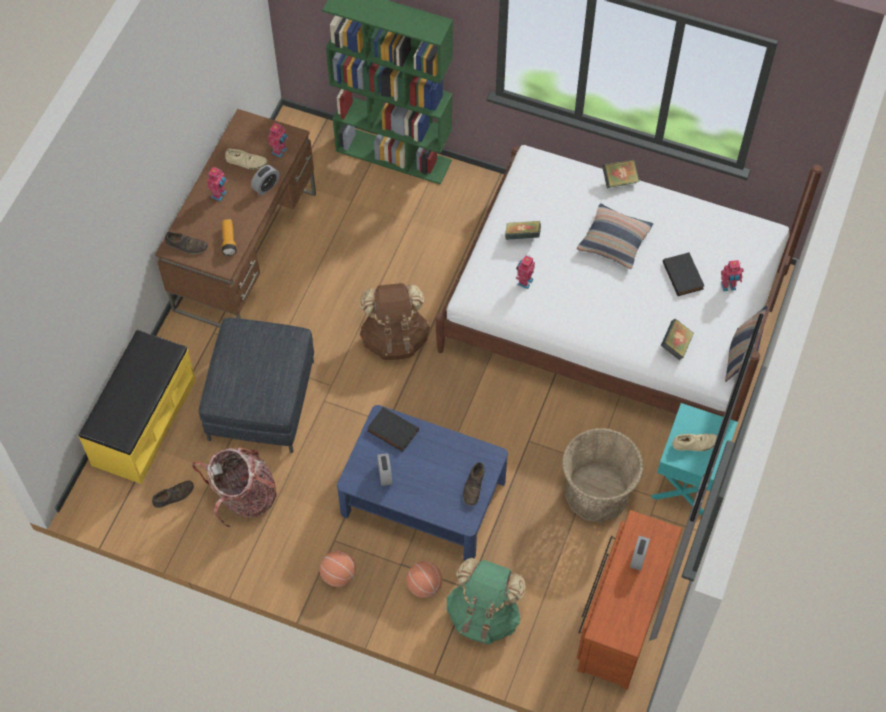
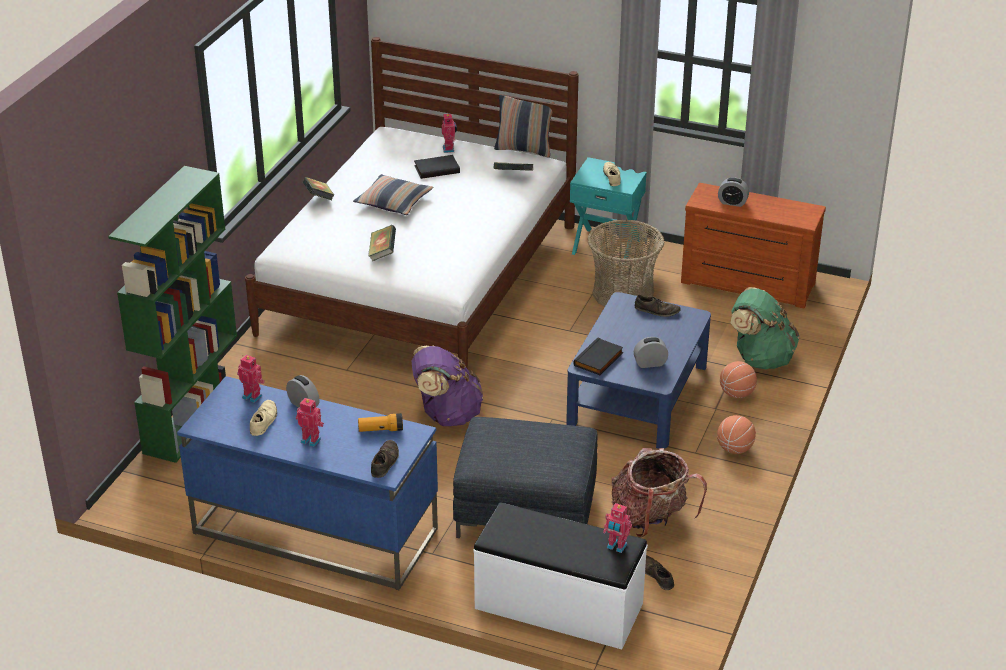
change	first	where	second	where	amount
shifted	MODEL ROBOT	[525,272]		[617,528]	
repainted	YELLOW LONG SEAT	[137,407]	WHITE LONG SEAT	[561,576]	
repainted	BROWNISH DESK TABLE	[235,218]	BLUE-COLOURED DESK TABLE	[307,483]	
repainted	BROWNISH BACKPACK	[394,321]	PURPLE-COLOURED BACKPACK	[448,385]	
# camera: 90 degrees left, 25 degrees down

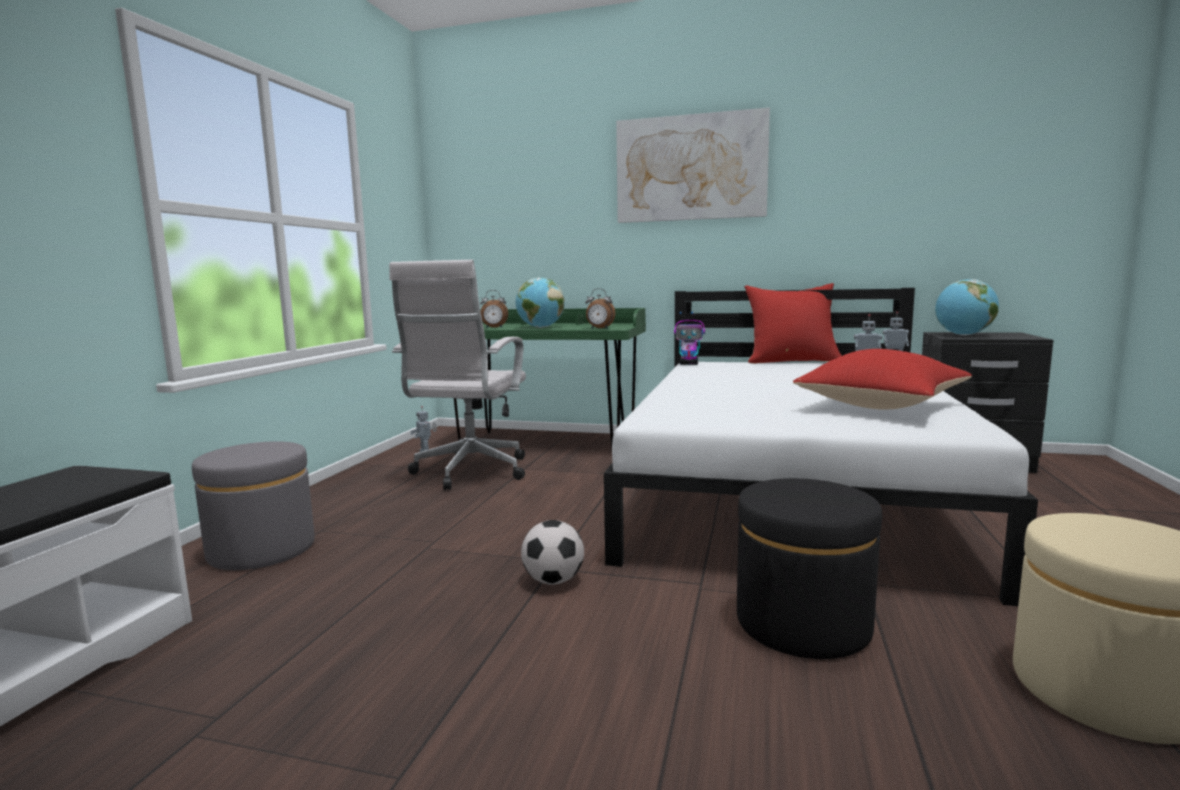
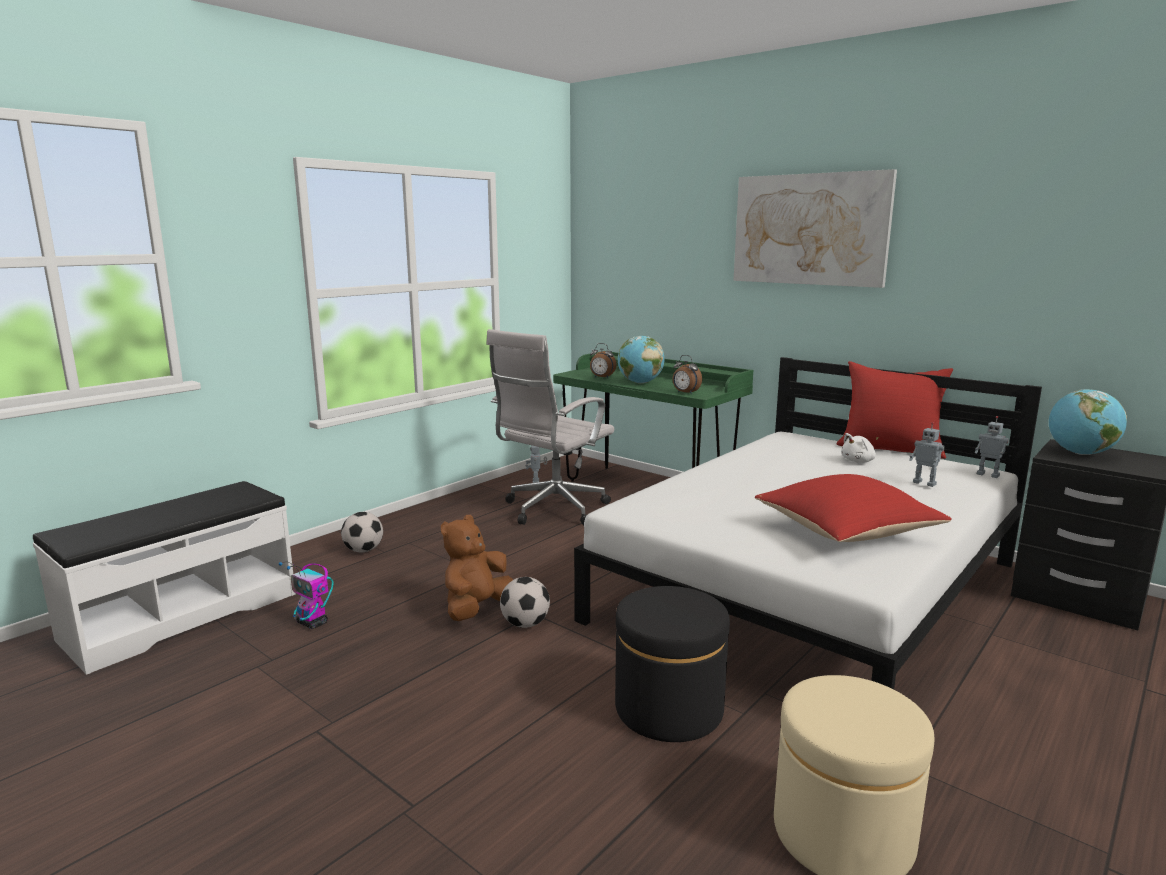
change	first	where	second	where	amount
new			BROWNISH PLUSH TOY	[477,568]	
new			WHITE PLUSH TOY	[858,448]	
shifted	MODEL ROBOT	[689,338]		[306,595]	
swapped	GRAY OTTOMAN	[253,505]	FOOTBALL	[362,532]	
# camera: 25 degrees right, 5 degrees up

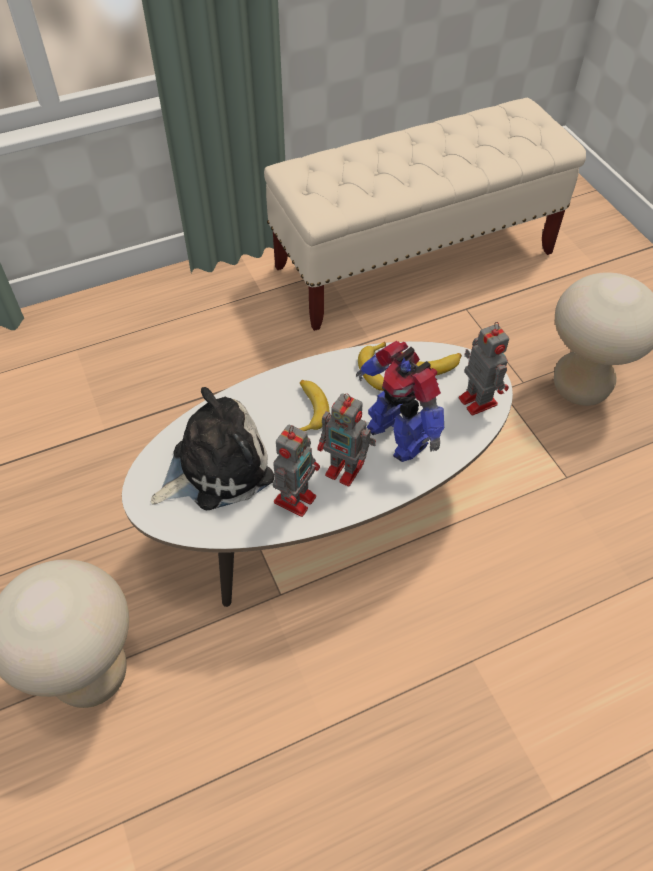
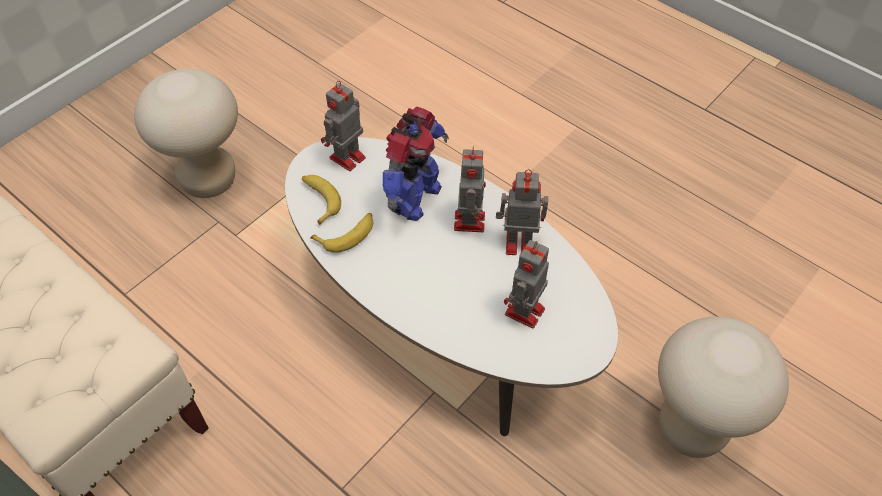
change	first	where	second	where	amount
gone	BANANA	[314,405]			
swapped	PLUSH TOY	[212,448]	MODEL ROBOT	[526,284]	
# camera: 115 degrees left, 0 degrees up

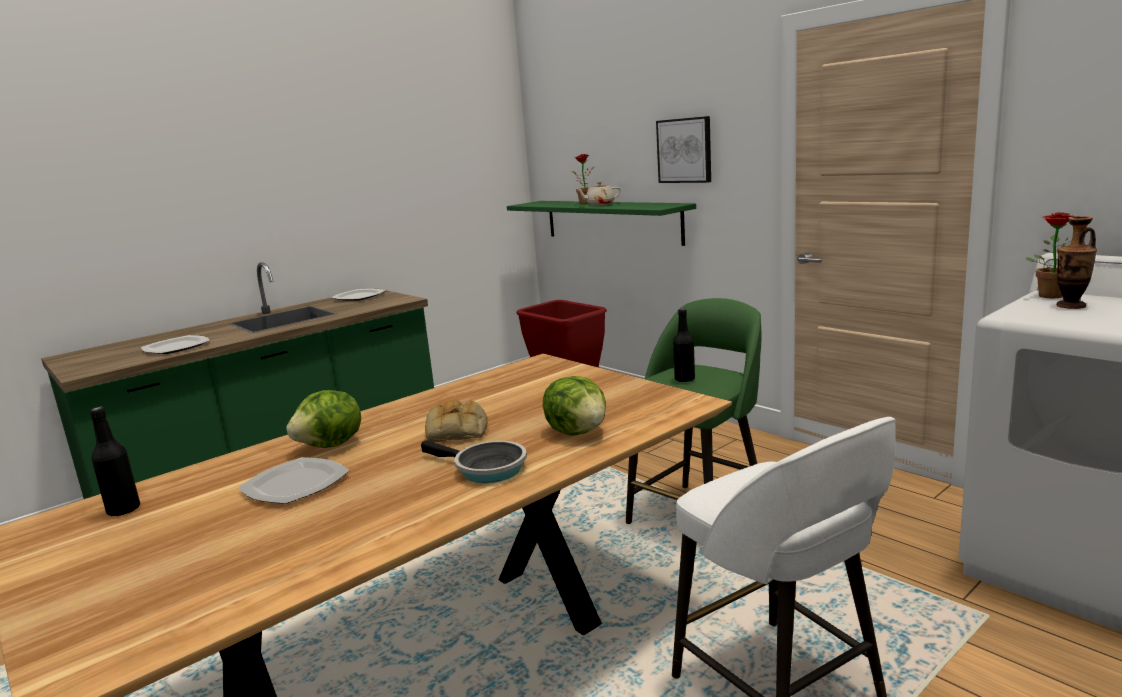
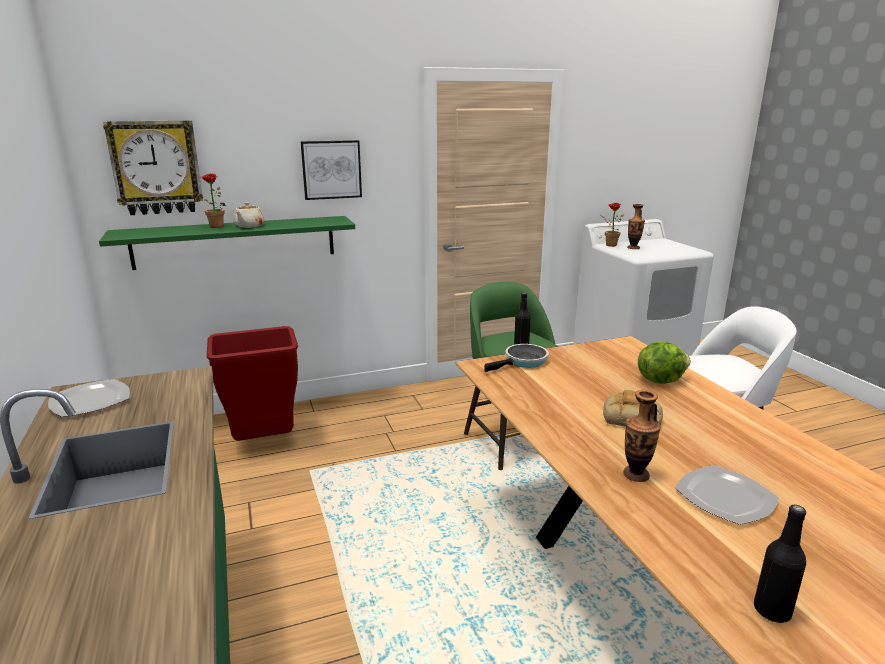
change	first	where	second	where	amount
gone	PLATE	[175,344]			
new			HANGING CLOCK	[153,167]	
shifted	SKILLET	[474,461]		[516,358]	
swapped	LETTUCE	[323,419]	DECORATIVE VASE	[642,436]	
# camera: 70 degrees left, 5 degrees up

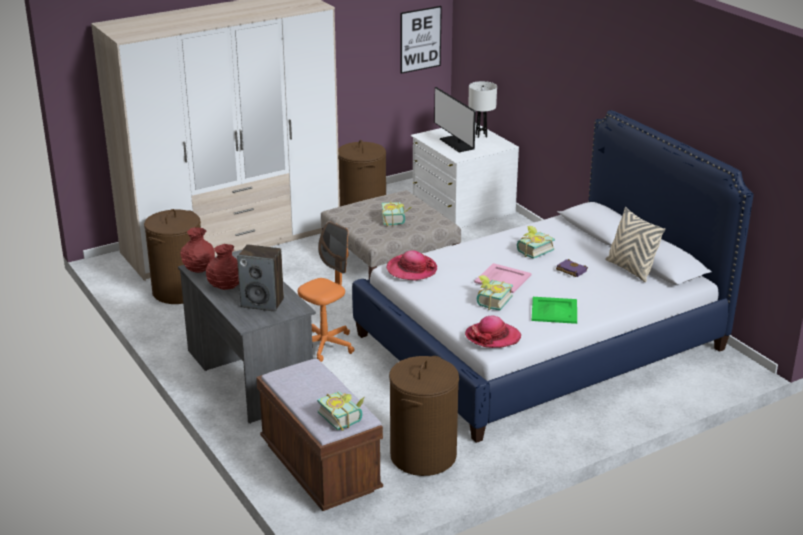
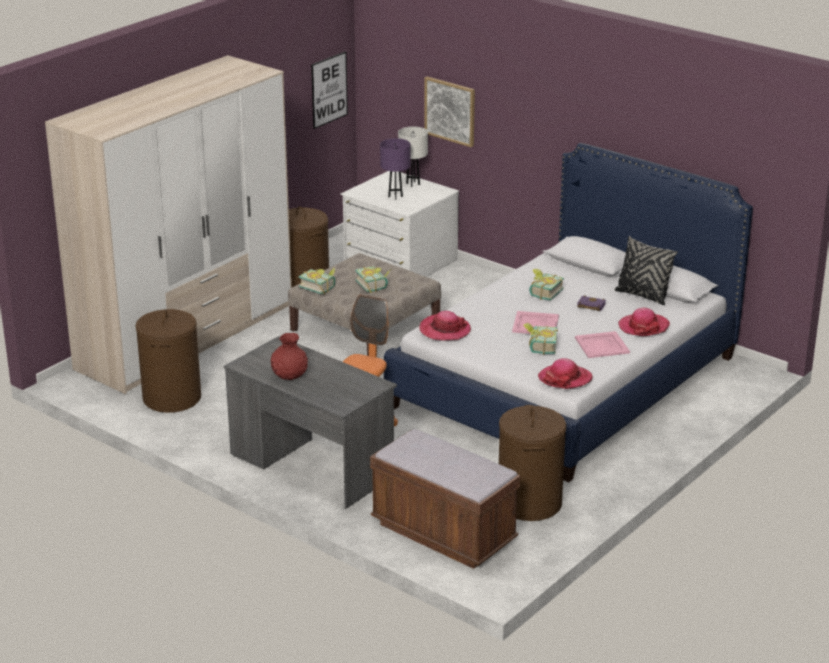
change	first	where	second	where	amount
gone	RED DECORATIVE VASE	[198,250]			
gone	LOUDSPEAKER	[260,278]			
new			PICTURE	[449,111]	
new			WEARABLE HAT	[644,322]	
shifted	BOUND BOOK	[341,411]		[317,281]	
swapped	COMPUTER DISPLAY	[455,119]	PURPLE-COLOURED TABLE LAMP	[395,169]	
repainted	GREENISH TRAY	[554,310]	PINK-COLOURED TRAY	[602,344]	
repainted	BEIGE-COLOURED PILLOW	[635,244]	BLACK PILLOW	[646,270]	
# camera: 20 degrees left, 0 degrees up

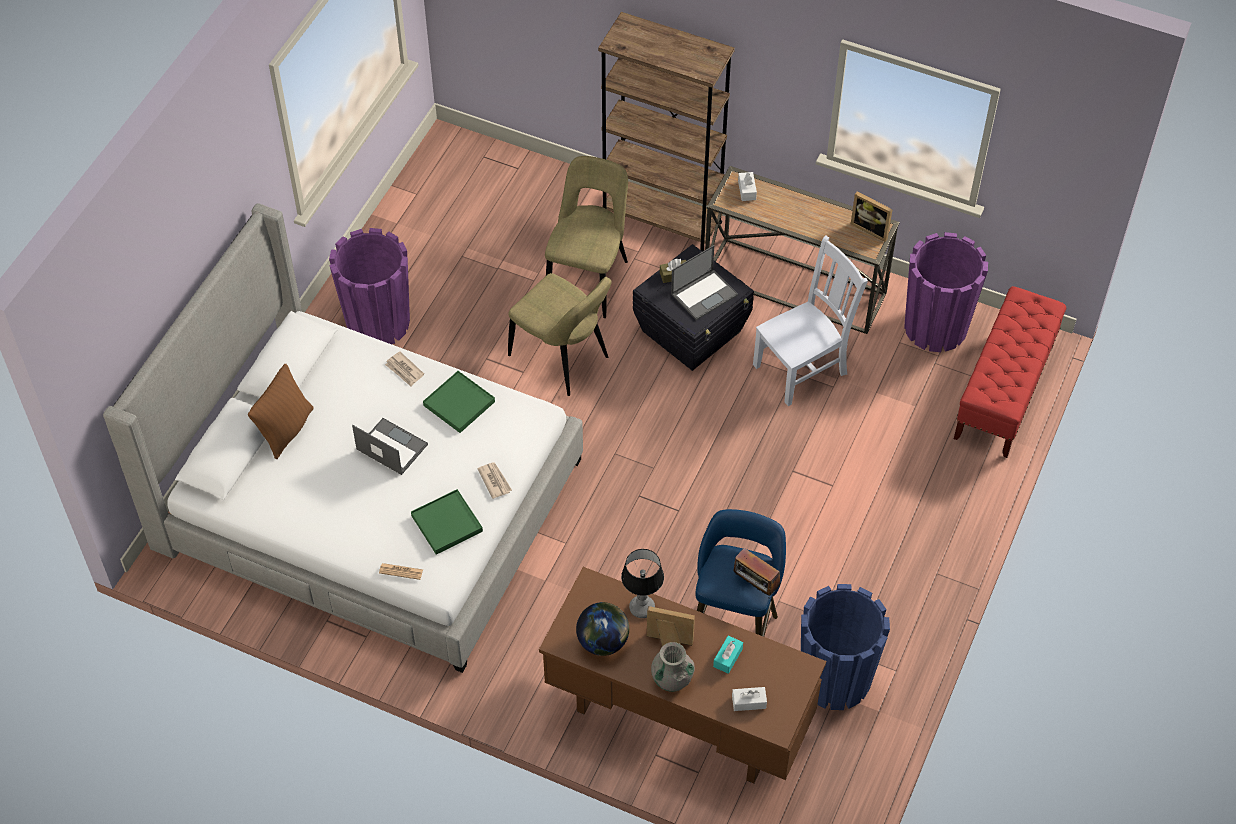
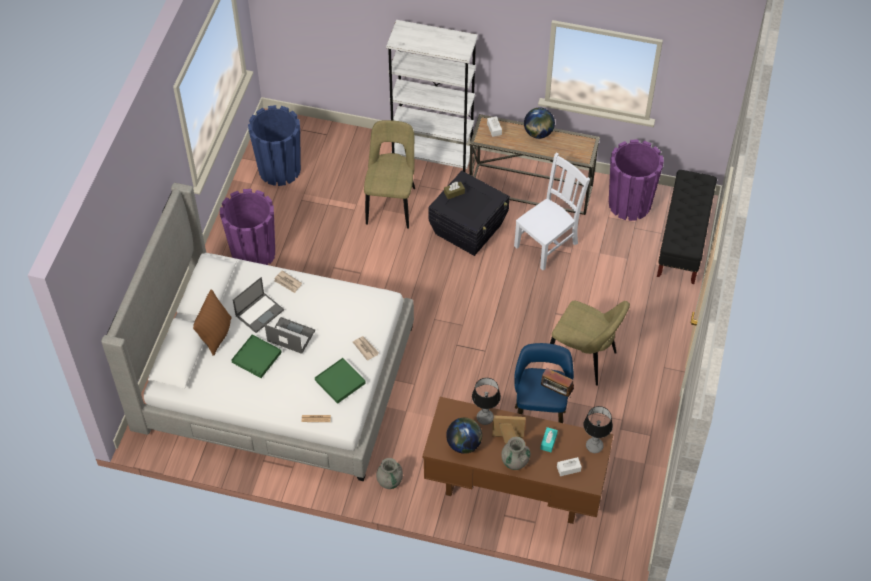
change	first	where	second	where	amount
gone	STANDING FRAME	[872,217]			
new			GRAY DECORATIVE VASE	[389,473]	
new			WORLD GLOBE	[539,123]	
new			TABLE LAMP	[598,429]	
shifted	GREENISH TRAY	[459,402]		[256,356]	
shifted	BEIGE-COLOURED UPRIGHT CHAIR	[559,334]		[590,343]	
shifted	PORTABLE COMPUTER	[704,282]		[258,305]	
shifted	BLUE-COLOURED PLANT POT	[845,647]		[274,145]	
repainted	BROWNISH SHELVING UNIT	[666,132]	WHITE SHELVING UNIT	[432,96]	
repainted	RED LONG SEAT	[1010,372]	BLACK LONG SEAT	[687,227]	
# camera: 10 degrees left, 0 degrees up

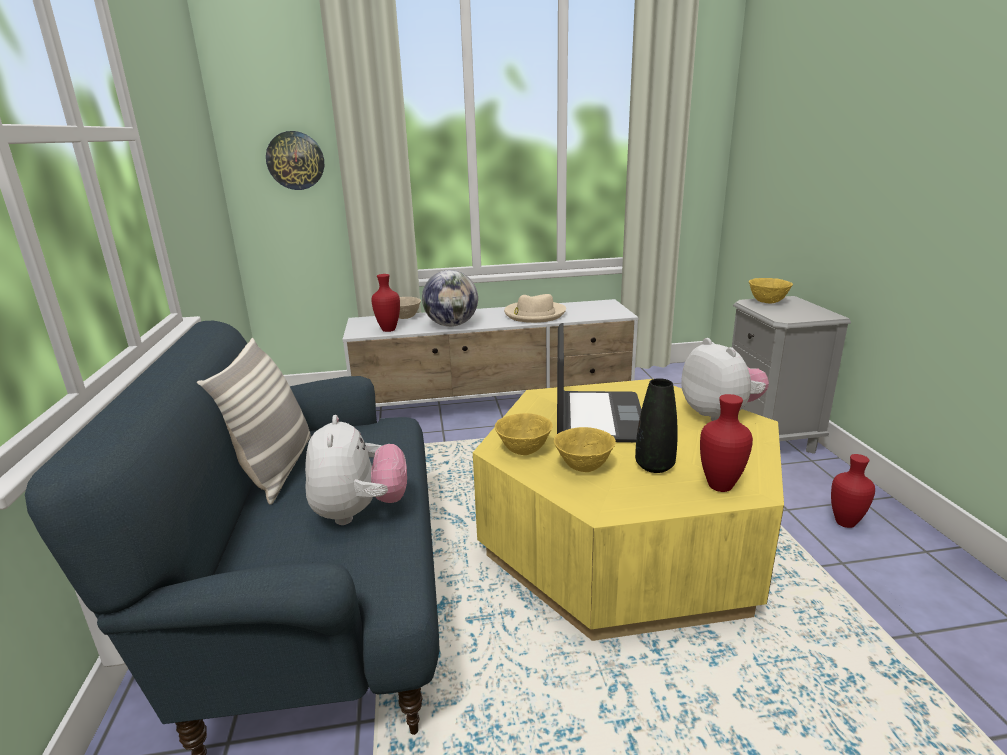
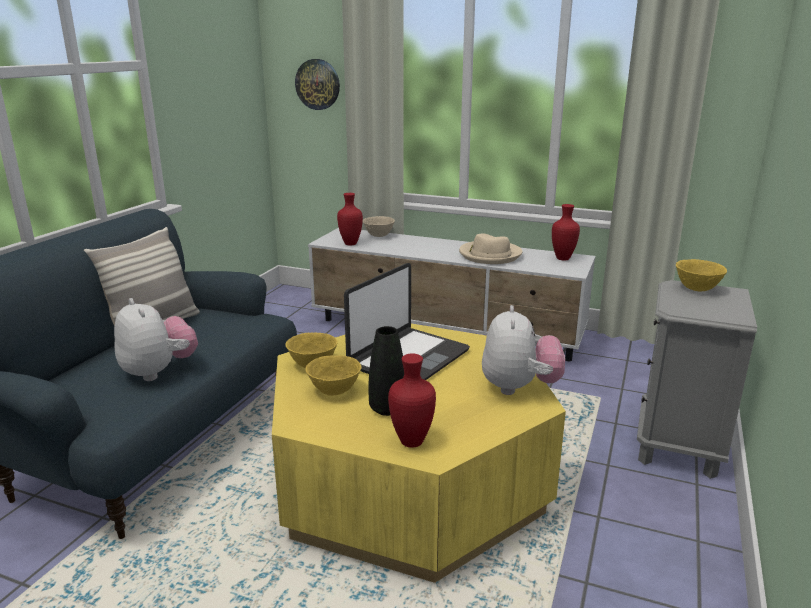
change	first	where	second	where	amount
gone	WORLD GLOBE	[450,298]			
shifted	RED DECORATIVE VASE	[853,491]		[566,232]	
rotated	PLUSH TOY	[356,470]		[156,339]	60 degrees counterclockwise
# camera: 30 degrees right, 0 degrees up

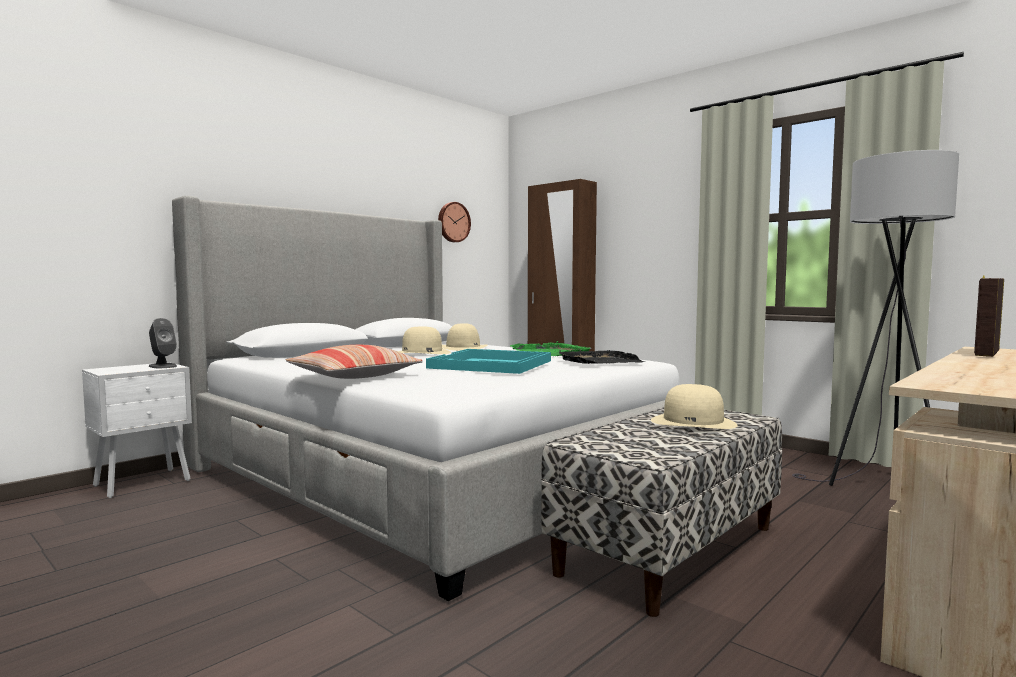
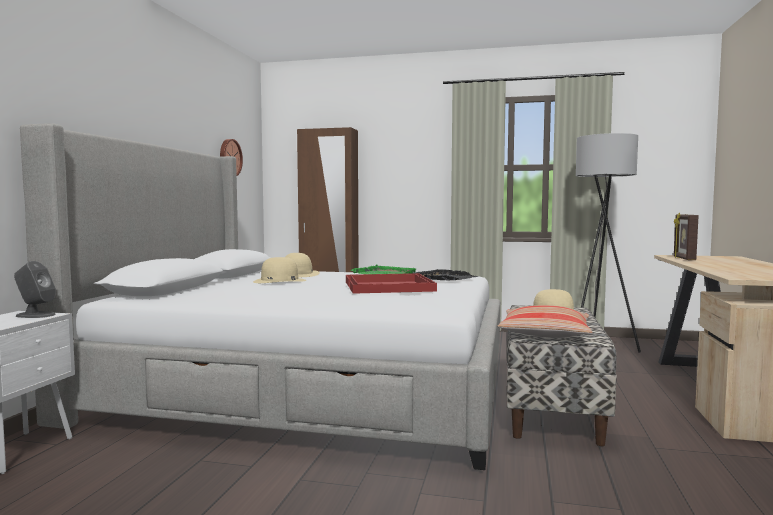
change	first	where	second	where	amount
shifted	PILLOW	[354,362]		[545,321]	
repainted	TURQUOISE-COLOURED TRAY	[488,361]	RED TRAY	[391,283]	
# camera: 30 degrees left, 0 degrees up

